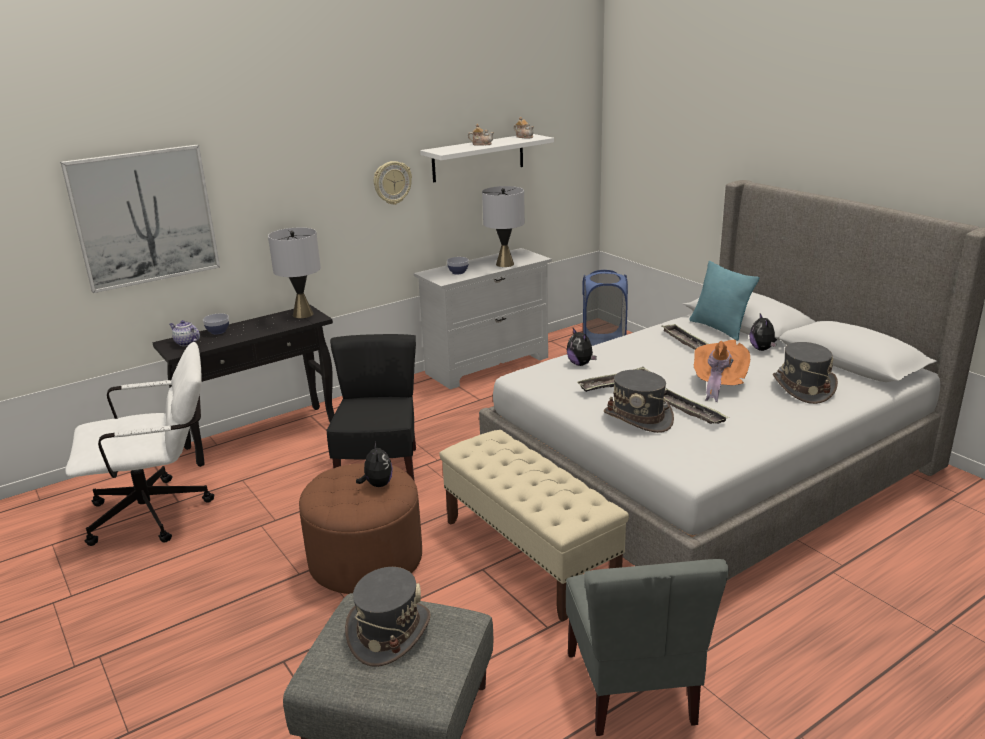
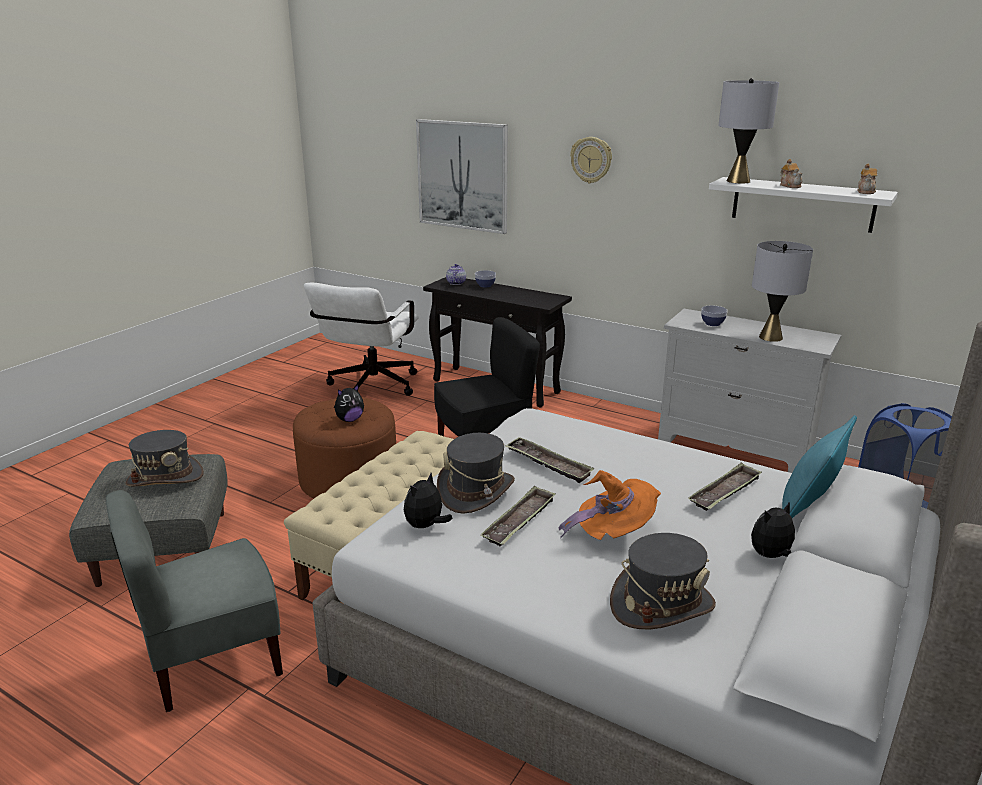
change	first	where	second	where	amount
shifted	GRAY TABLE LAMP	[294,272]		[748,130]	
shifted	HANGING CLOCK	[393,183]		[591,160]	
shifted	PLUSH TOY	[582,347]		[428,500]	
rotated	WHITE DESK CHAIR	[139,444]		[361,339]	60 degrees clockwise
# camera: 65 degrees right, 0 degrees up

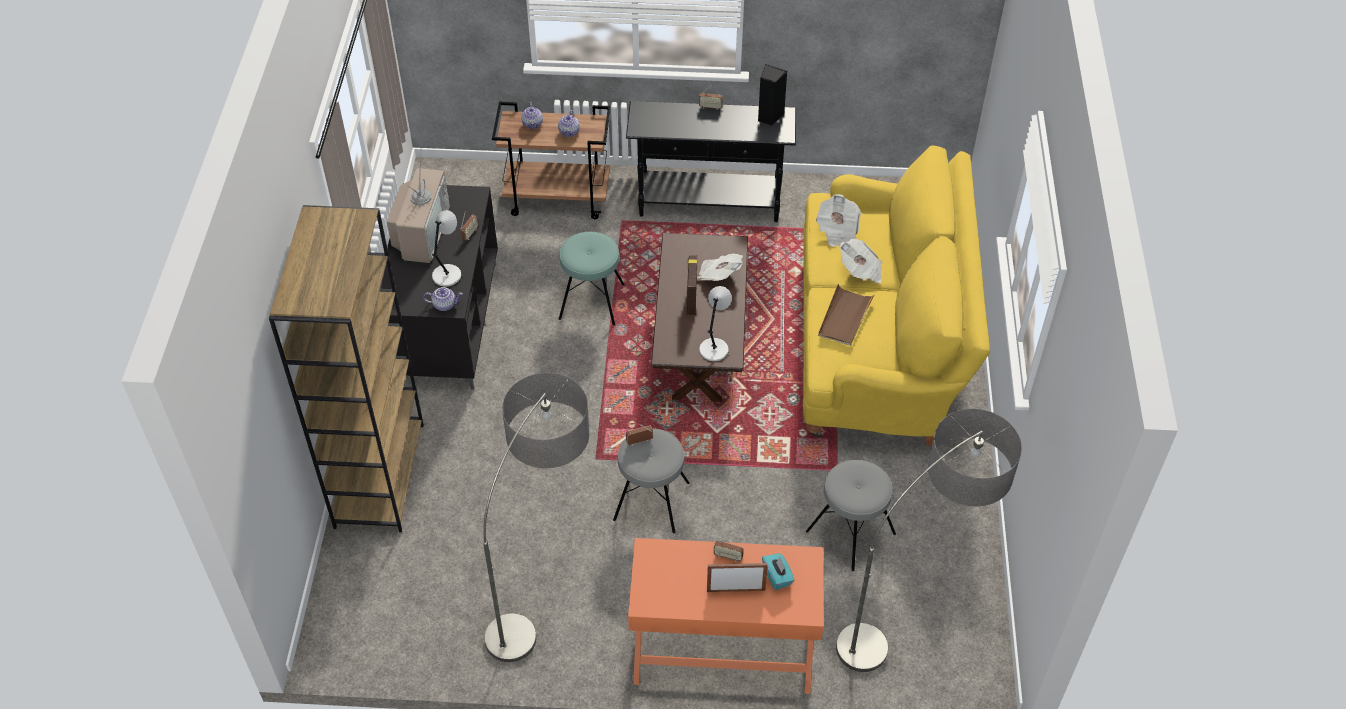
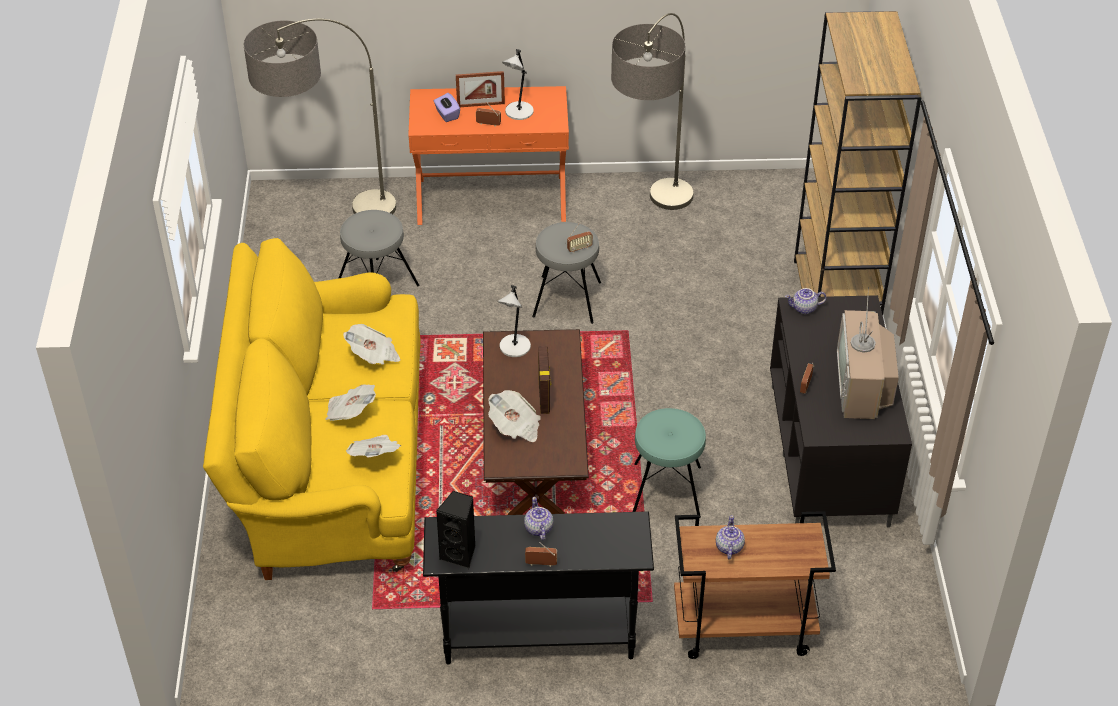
change	first	where	second	where	amount
shifted	GRAY TABLE LAMP	[446,248]		[518,84]	
shifted	POT FOR TEA	[532,116]		[538,519]	
swapped	BROWNISH TRAY	[846,315]	NEWSPAPER	[372,344]	
repainted	TURQUOISE-COLOURED TISSUE BOX	[778,571]	PURPLE-COLOURED TISSUE BOX	[447,107]	
# camera: 175 degrees right, 5 degrees down

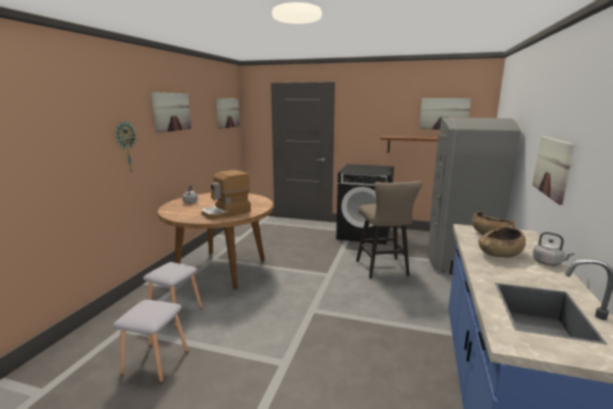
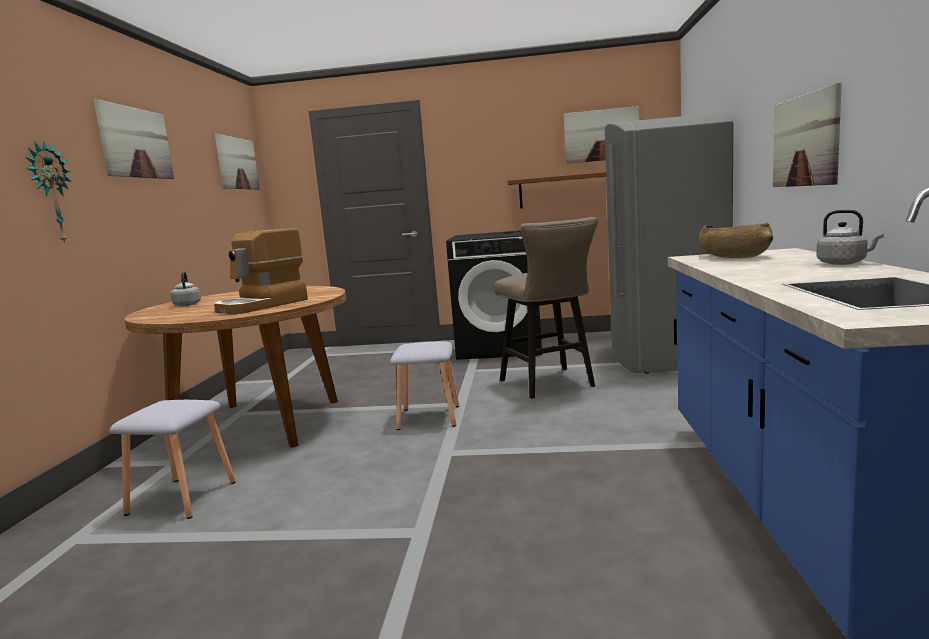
change	first	where	second	where	amount
gone	BROWNISH SERVING BOWL	[502,242]			
shifted	GRAY STOOL	[151,341]		[424,385]	
# camera: 10 degrees left, 5 degrees down

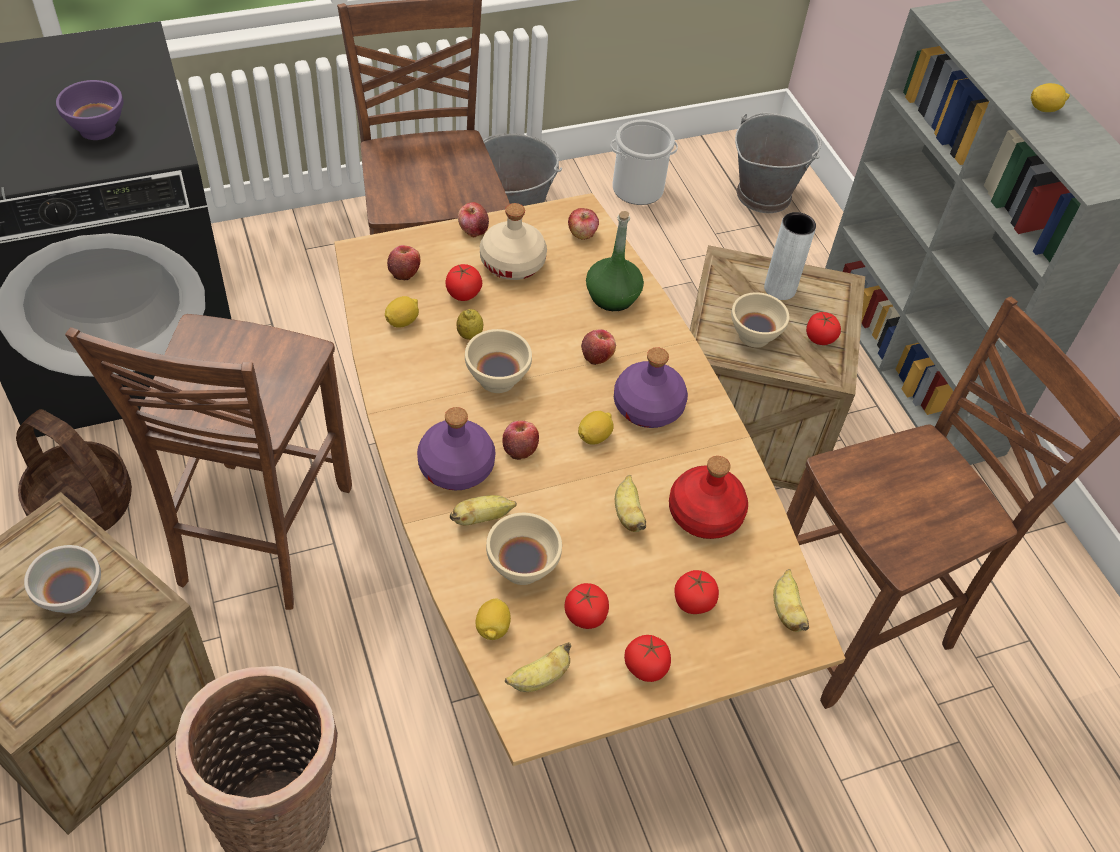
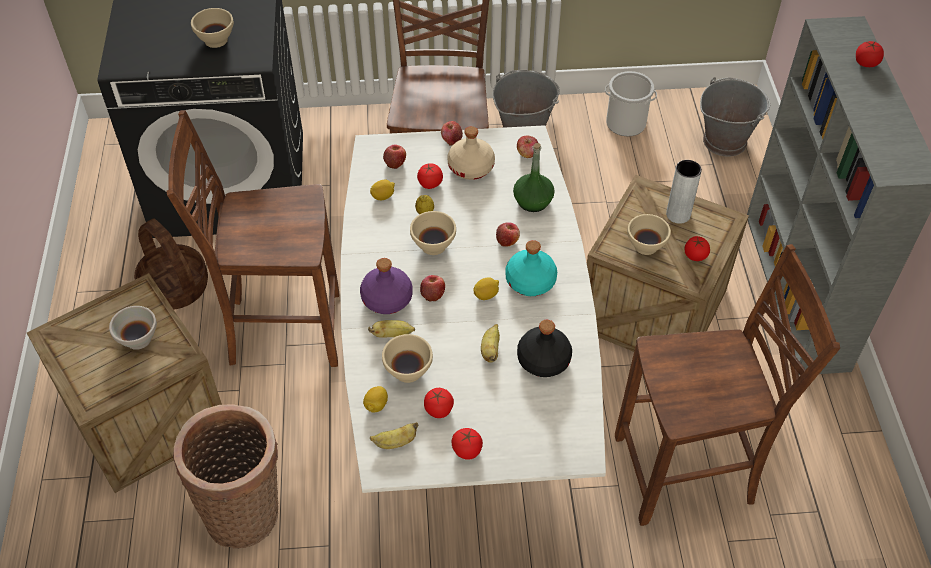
change	first	where	second	where	amount
gone	BANANA	[791,600]			
gone	CITRUS FRUIT	[1050,97]			
shifted	FRESH TOMATO	[696,592]		[870,54]	
repainted	PURPLE-COLOURED SERVING BOWL	[89,110]	BEIGE-COLOURED SERVING BOWL	[212,28]	
repainted	BROWNISH DINING TABLE	[590,479]	WHITE DINING TABLE	[473,309]	
repainted	PURPLE-COLOURED BOTTLE	[651,387]	TURQUOISE-COLOURED BOTTLE	[531,268]	
repainted	RED BOTTLE	[708,497]	BLACK BOTTLE	[544,348]	
rotated	BROWNISH UPRIGHT CHAIR	[208,462]		[253,238]	60 degrees clockwise
# camera: 20 degrees right, 0 degrees up

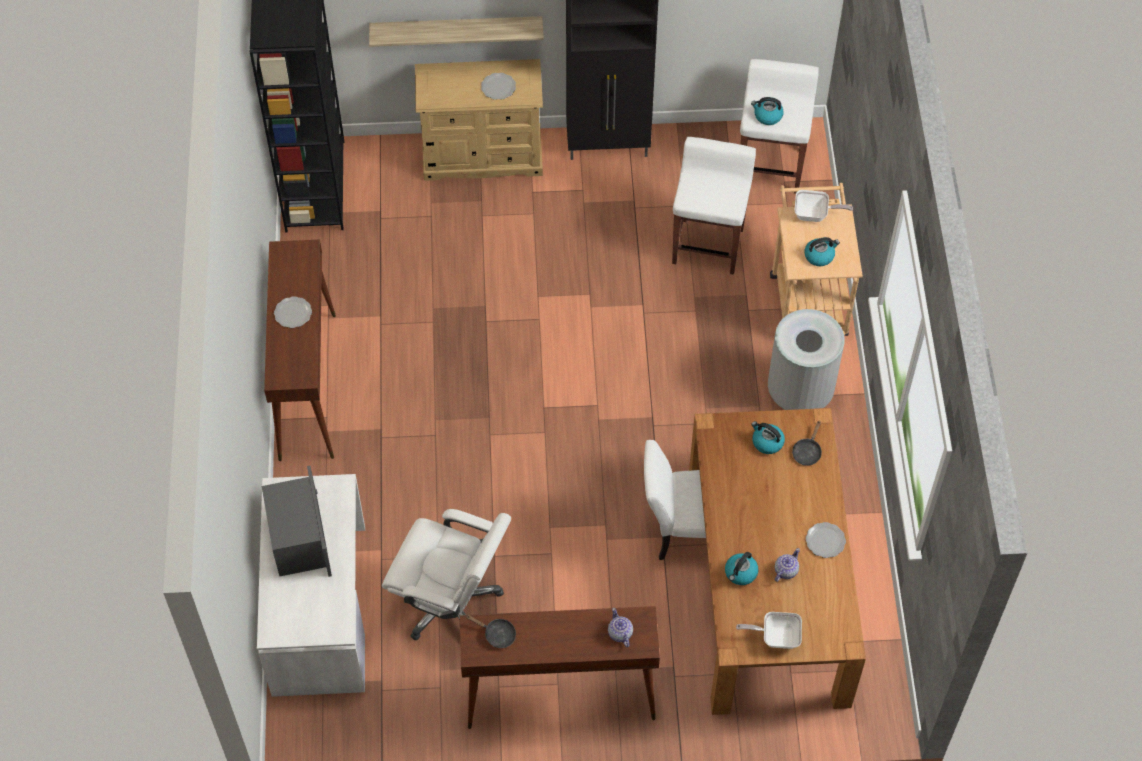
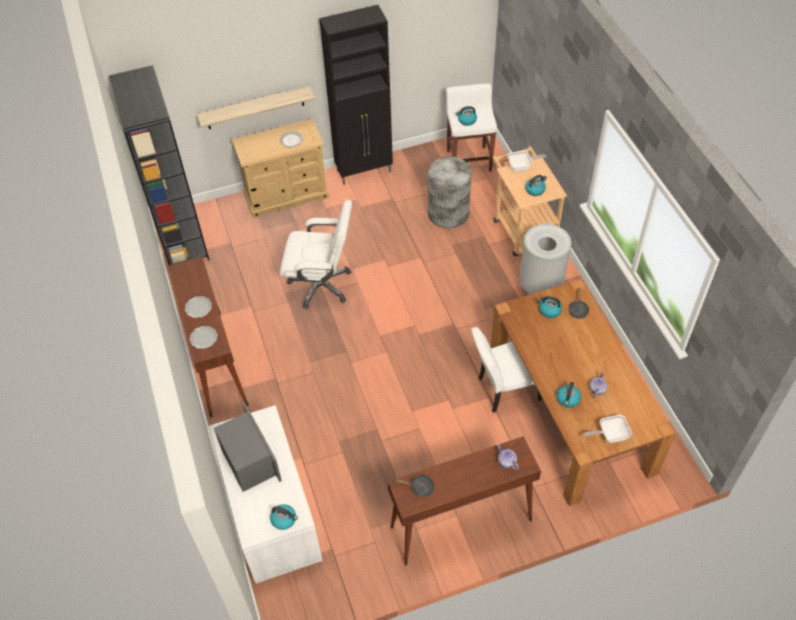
change	first	where	second	where	amount
new			WATER KETTLE	[284,517]	
shifted	WHITE DESK CHAIR	[446,574]		[316,254]	
shifted	PLATE	[826,540]		[203,337]	
swapped	WHITE STOOL	[714,206]	GRAY WASTE BIN	[450,192]	
# camera: 15 degrees left, 5 degrees down

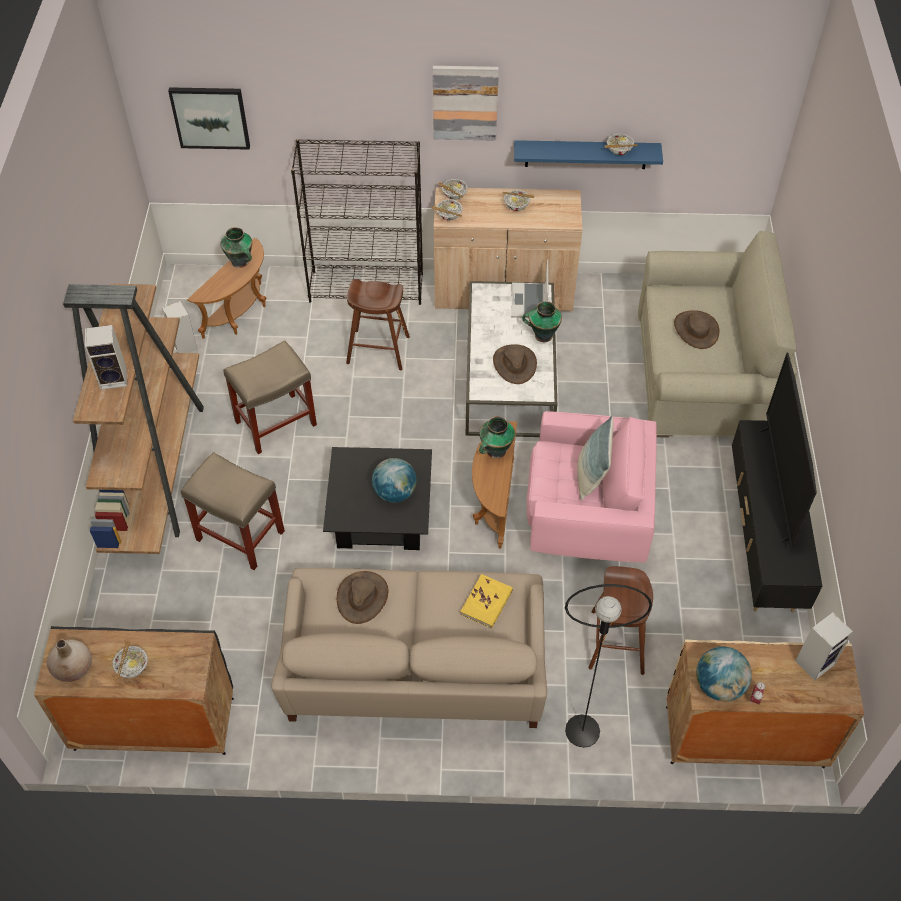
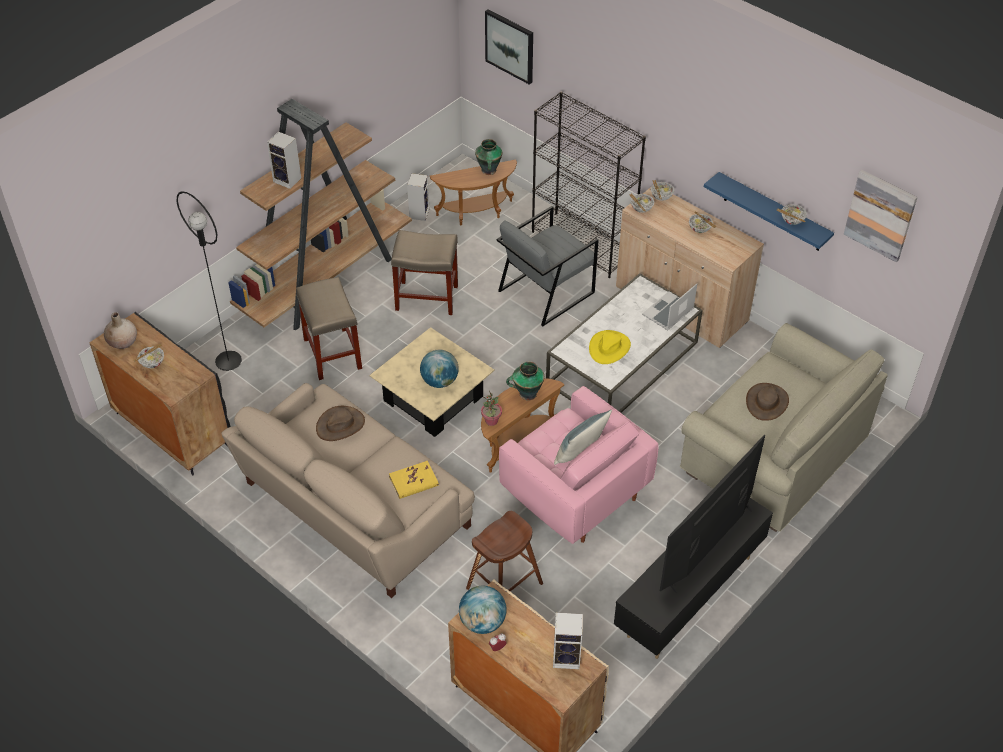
change	first	where	second	where	amount
gone	DECORATIVE VASE	[542,321]			
new			HOUSEPLANT	[491,408]	
shifted	PICTURE	[466,103]		[880,216]	
shifted	BLACK FLOOR LAMP	[608,666]		[209,281]	
swapped	BROWNISH STOOL	[378,324]	GRAY EASY CHAIR	[547,266]	
repainted	BLACK COFFEE TABLE	[377,498]	BEIGE-COLOURED COFFEE TABLE	[432,382]	
repainted	BROWNISH WEARABLE HAT	[515,364]	YELLOW WEARABLE HAT	[610,347]	
# camera: 40 degrees right, 5 degrees down

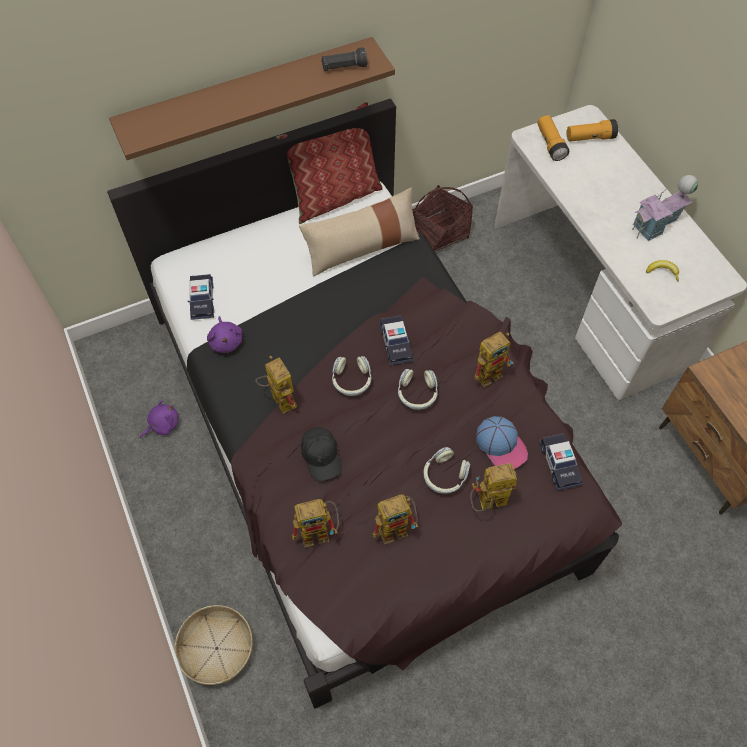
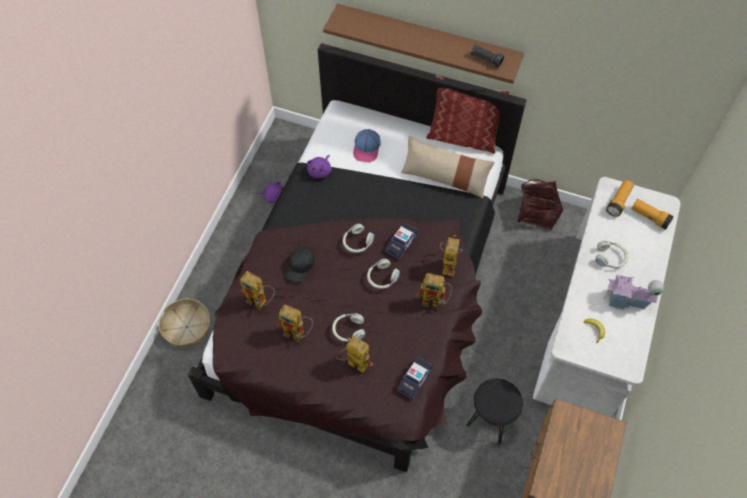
change	first	where	second	where	amount
gone	MODEL CAR	[201,297]			
new			BLACK STOOL	[495,412]	
new			HEADSET	[611,254]	
shifted	MODEL ROBOT	[276,385]		[451,256]	
shifted	BASEBALL CAP	[502,442]		[366,145]	
# camera: 45 degrees right, 0 degrees up

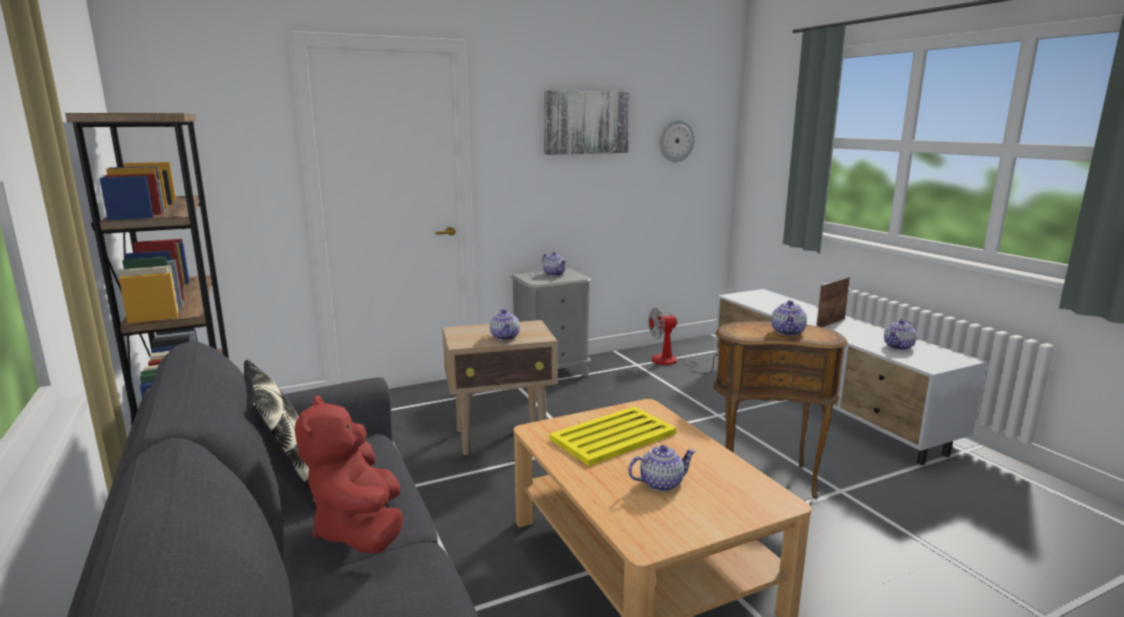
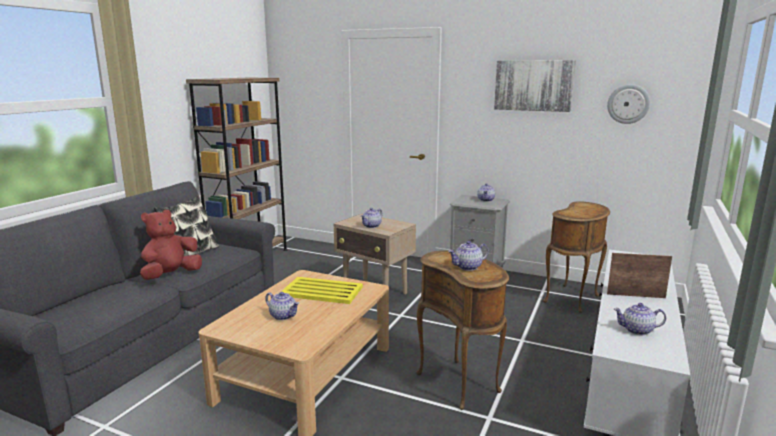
change	first	where	second	where	amount
swapped	FAN	[683,341]	BROWNISH ACCENT TABLE	[576,257]	
# camera: 50 degrees right, 0 degrees up

